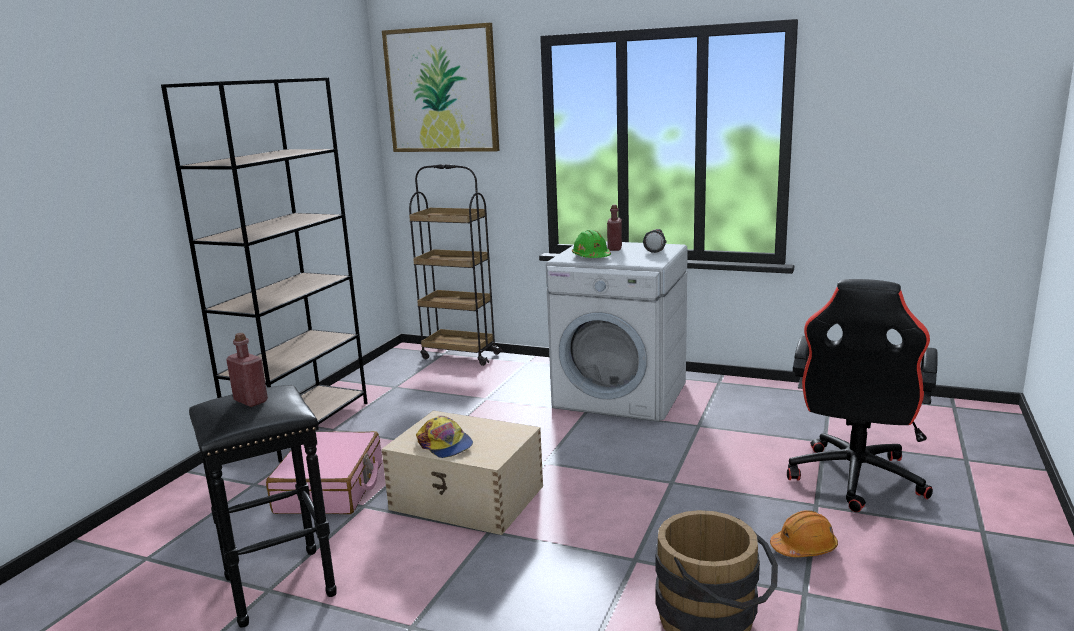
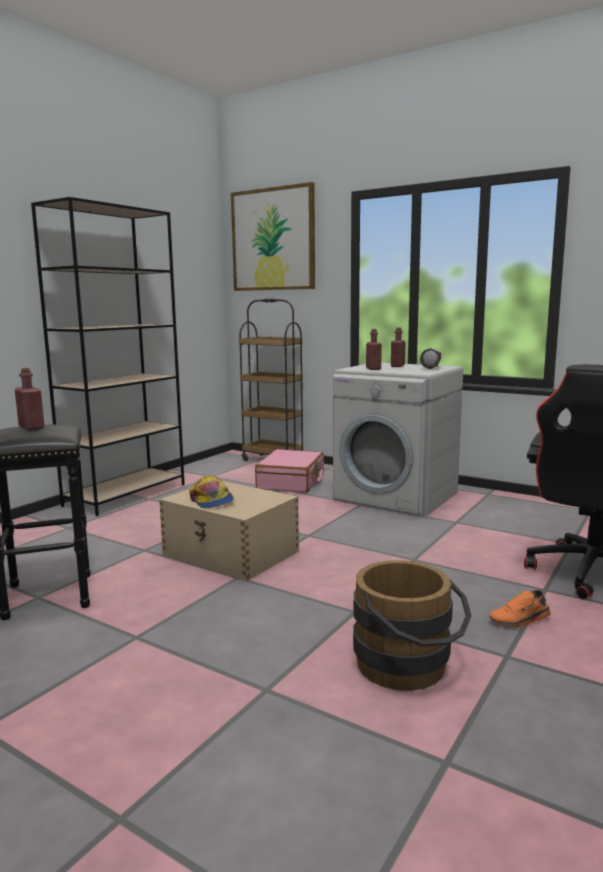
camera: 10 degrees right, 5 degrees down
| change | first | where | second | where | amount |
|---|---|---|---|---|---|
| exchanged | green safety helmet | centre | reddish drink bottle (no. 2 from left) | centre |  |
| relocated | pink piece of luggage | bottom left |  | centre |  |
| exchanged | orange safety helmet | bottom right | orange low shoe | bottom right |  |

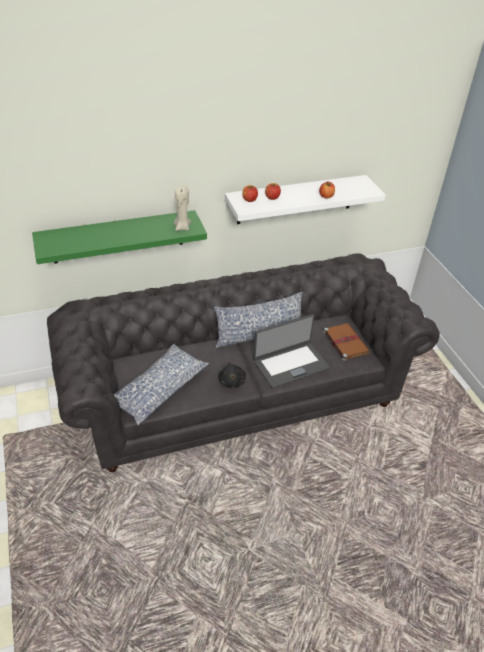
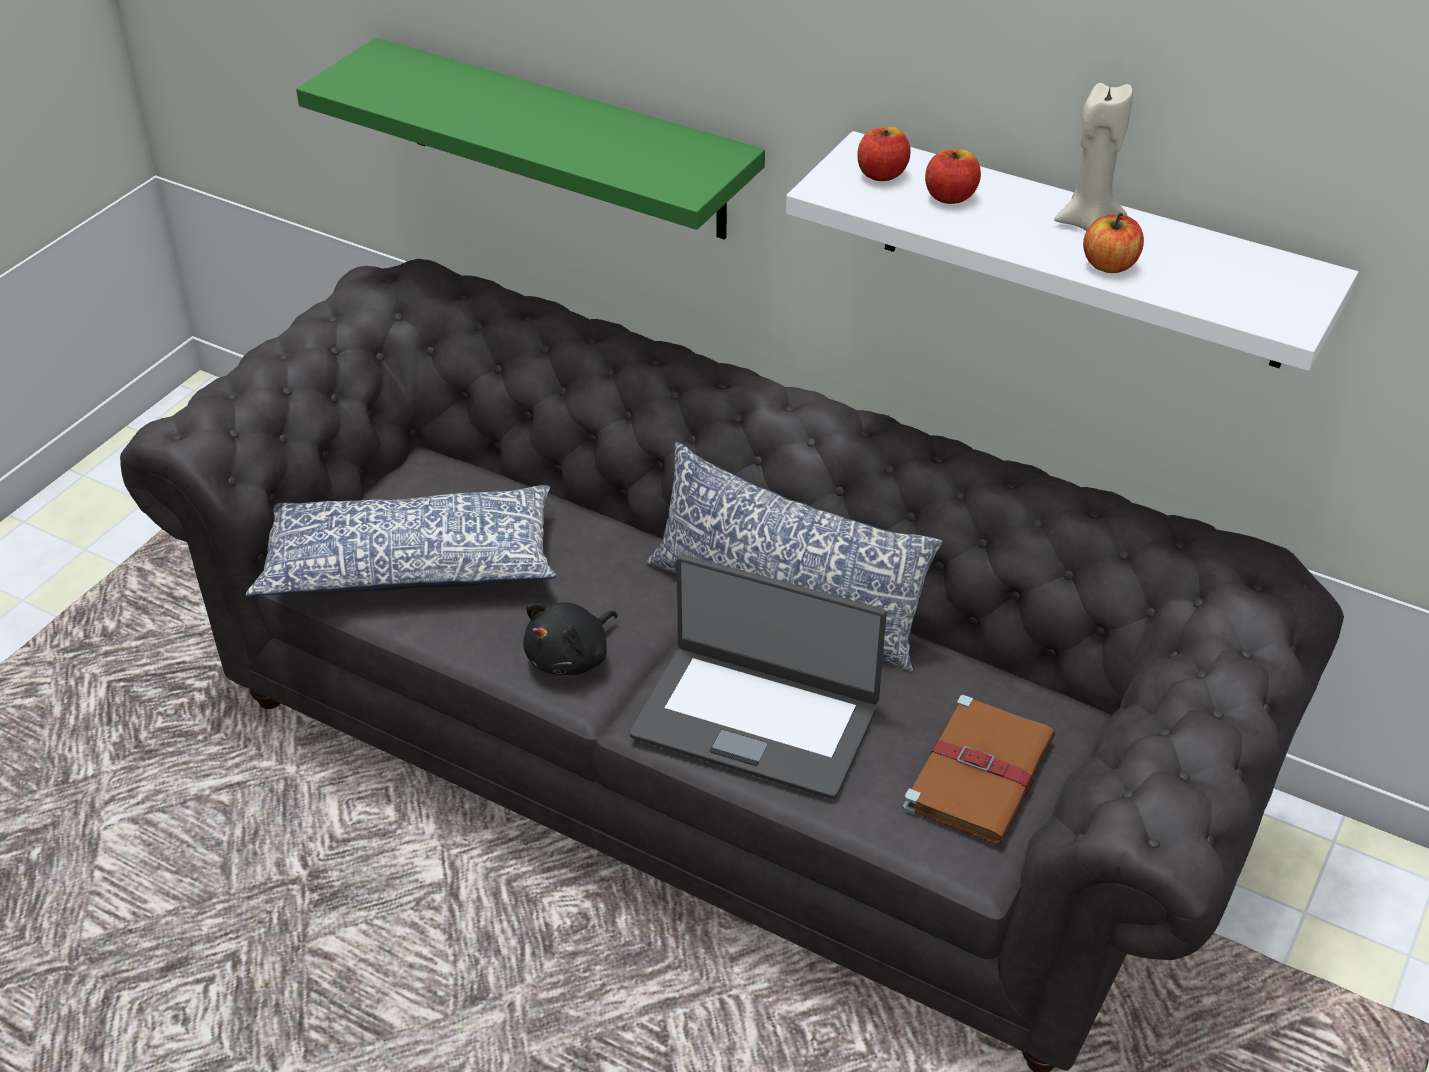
camera: 50 degrees right, 0 degrees up
| change | first | where | second | where | amount |
|---|---|---|---|---|---|
| relocated | beige wax light | top centre |  | top right |  |

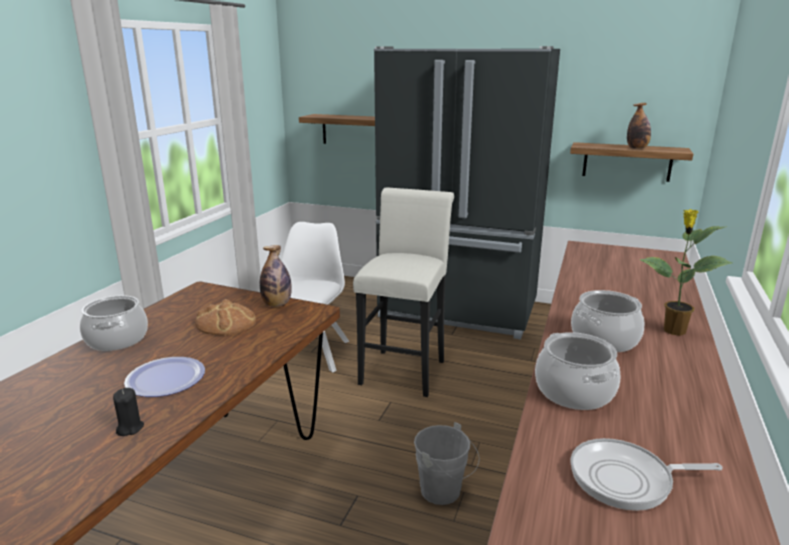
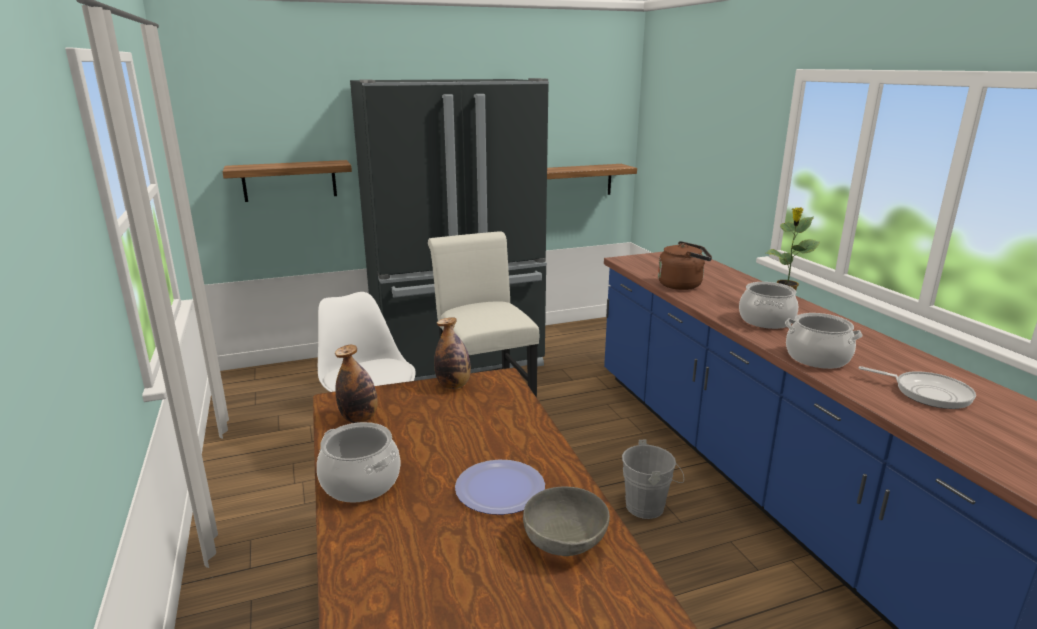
camera: 40 degrees left, 0 degrees up
| change | first | where | second | where | amount |
|---|---|---|---|---|---|
| relocated | drink bottle (no. 2 from left in the first image) | top right | drink bottle (no. 1 from left) | centre |  |
| missing | bakery bread | middle left |  |  |  |
| exchanged | black wax light | bottom left | gray deep dish | bottom centre |  |
| spun | skillet | bottom right |  | middle right | 105 degrees counterclockwise |
| appeared |  |  | brownish tea kettle | centre |  |

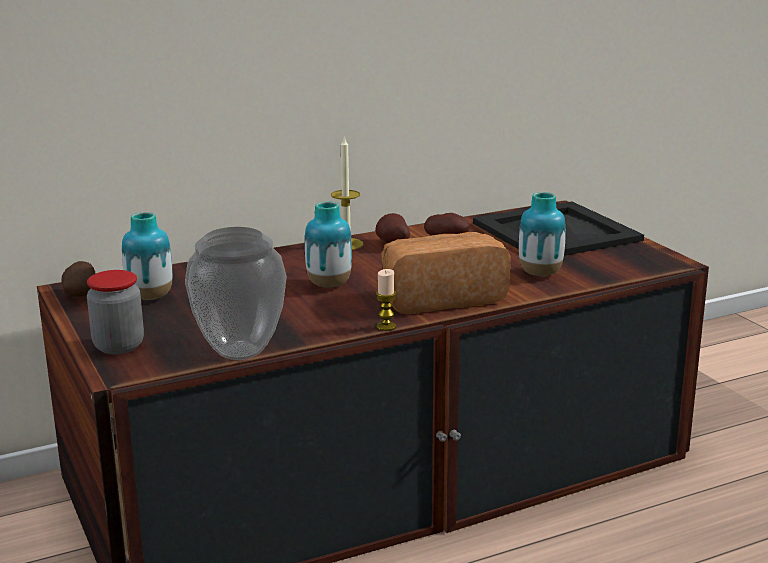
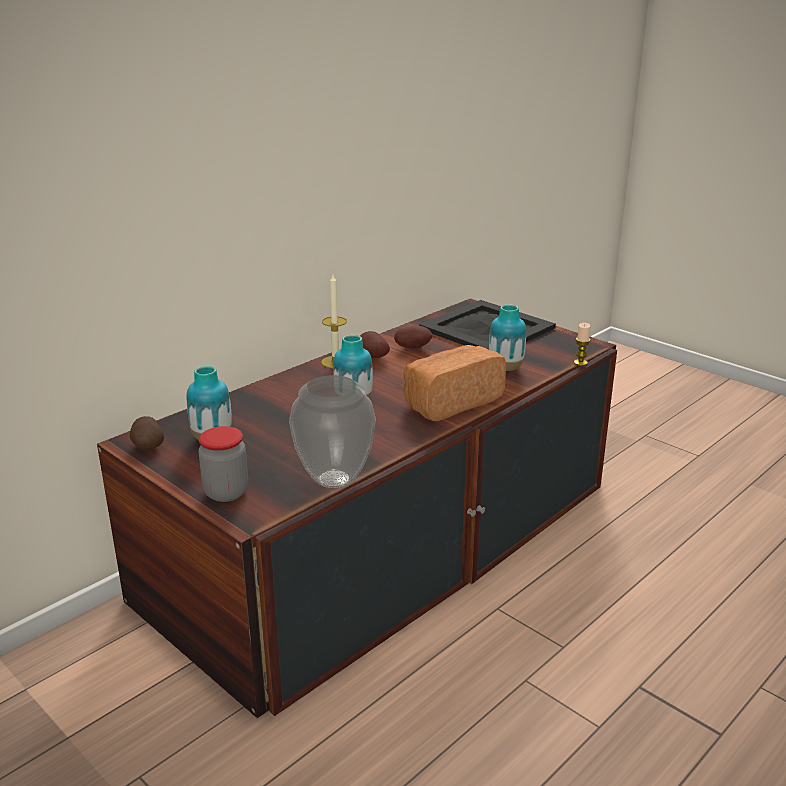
camera: 20 degrees left, 5 degrees up
| change | first | where | second | where | amount |
|---|---|---|---|---|---|
| relocated | wax light (no. 2 from left) | centre |  | middle right |  |

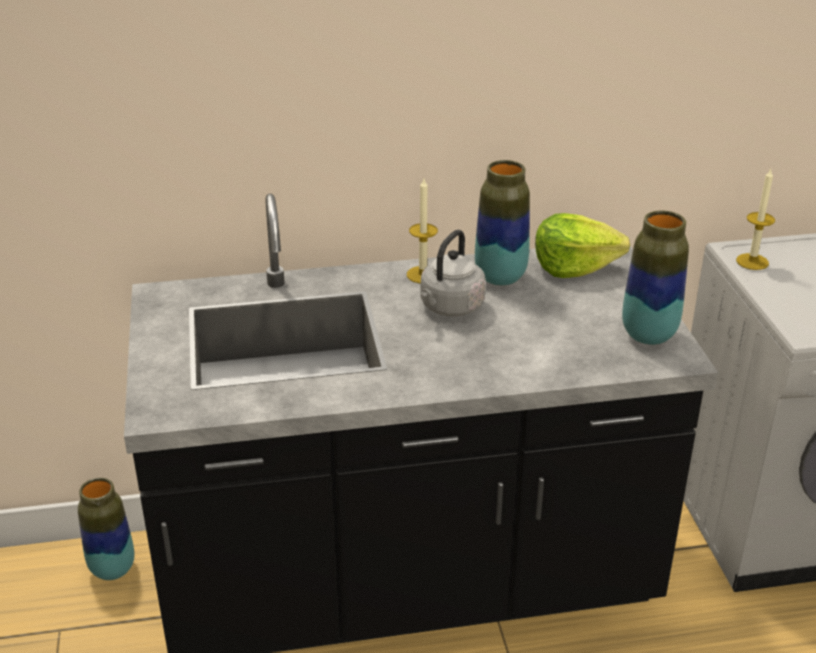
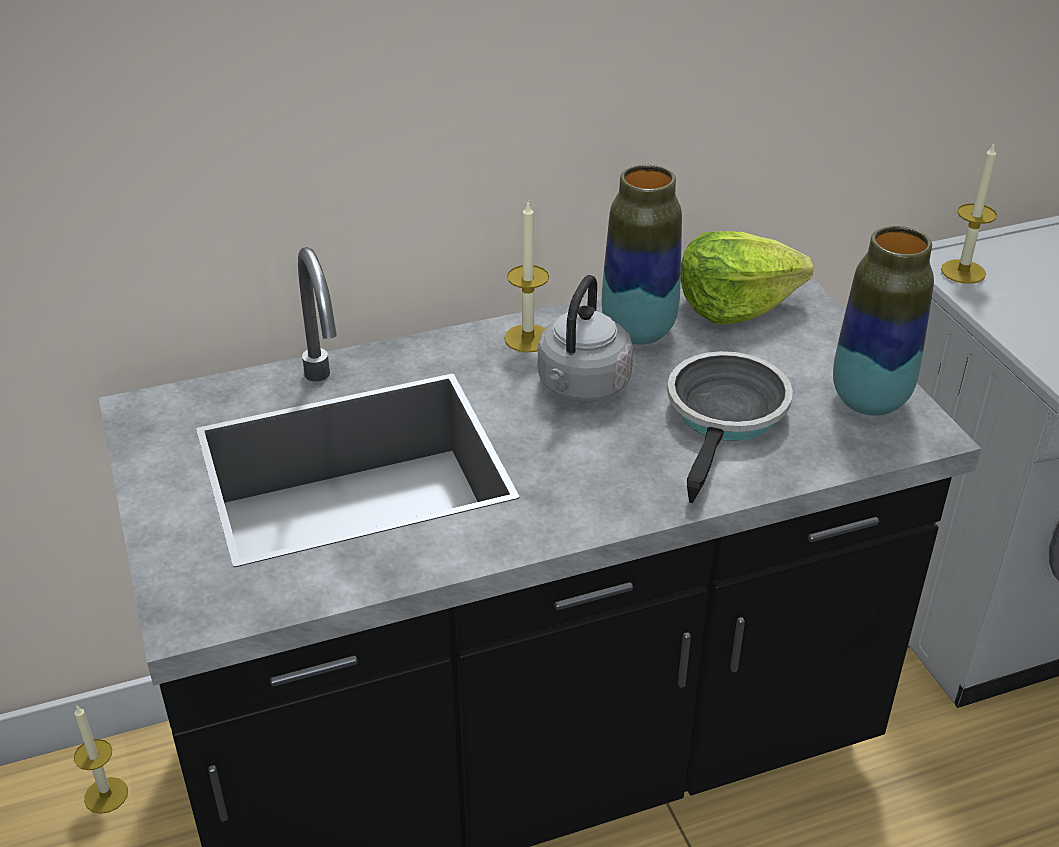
camera: 10 degrees left, 5 degrees up
| change | first | where | second | where | amount |
|---|---|---|---|---|---|
| exchanged | vase (no. 1 from left) | bottom left | wax light (no. 1 from left) | bottom left |  |
| appeared |  |  | skillet | middle right |  |

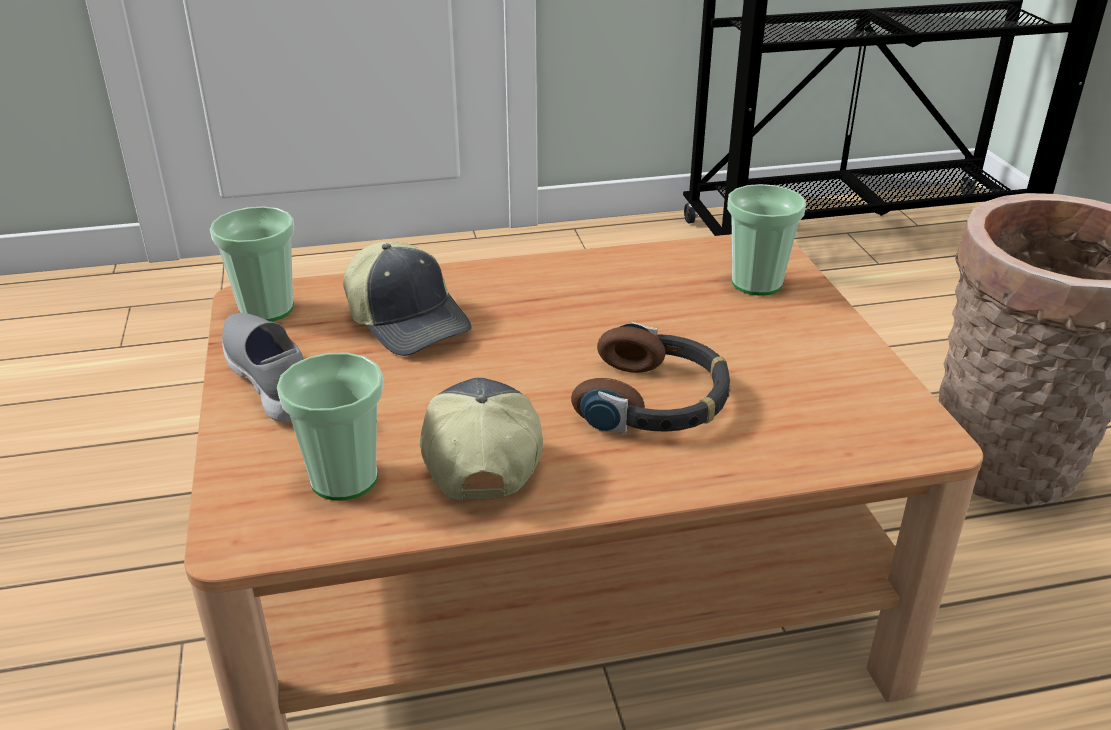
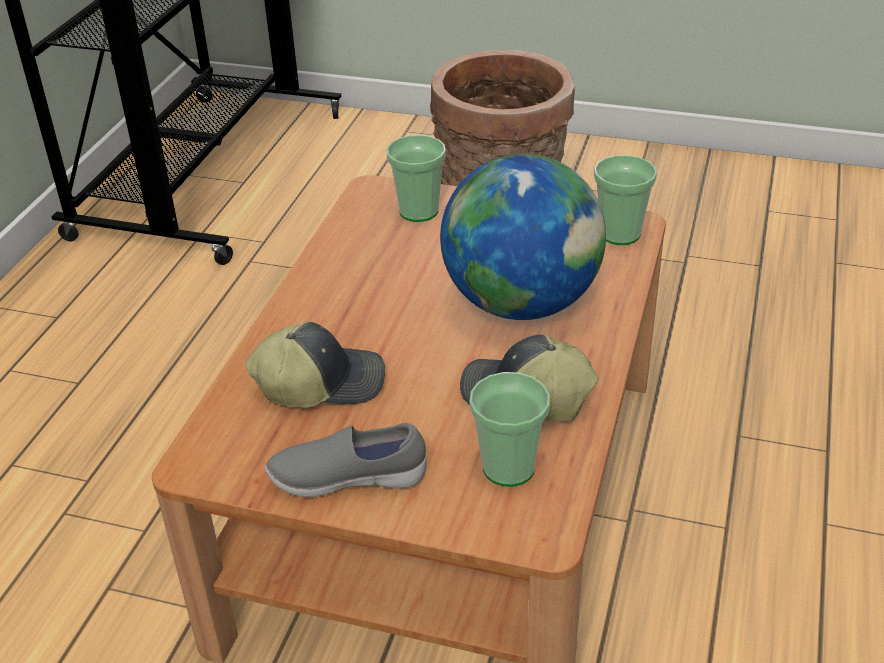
camera: 60 degrees left, 5 degrees up
| change | first | where | second | where | amount |
|---|---|---|---|---|---|
| relocated | small cup (no. 1 from left in the first image) | middle left | small cup (no. 3 from left) | top right |  |
| exchanged | headset | centre | world globe | centre |  |

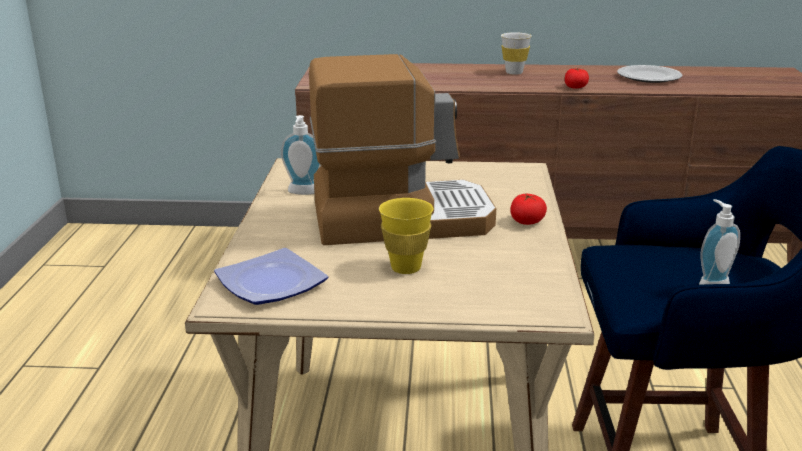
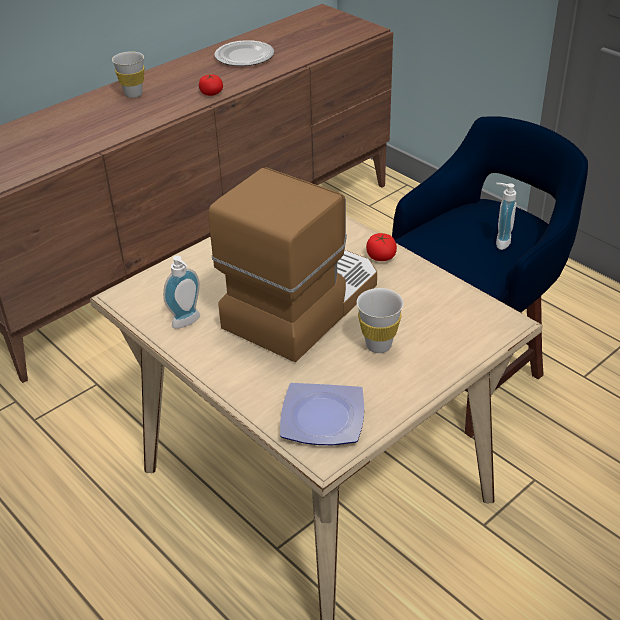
camera: 45 degrees left, 15 degrees up
| change | first | where | second | where | amount |
|---|---|---|---|---|---|
| colour | yellowish small cup | centre | whitish small cup (no. 2 from left) | centre |  |

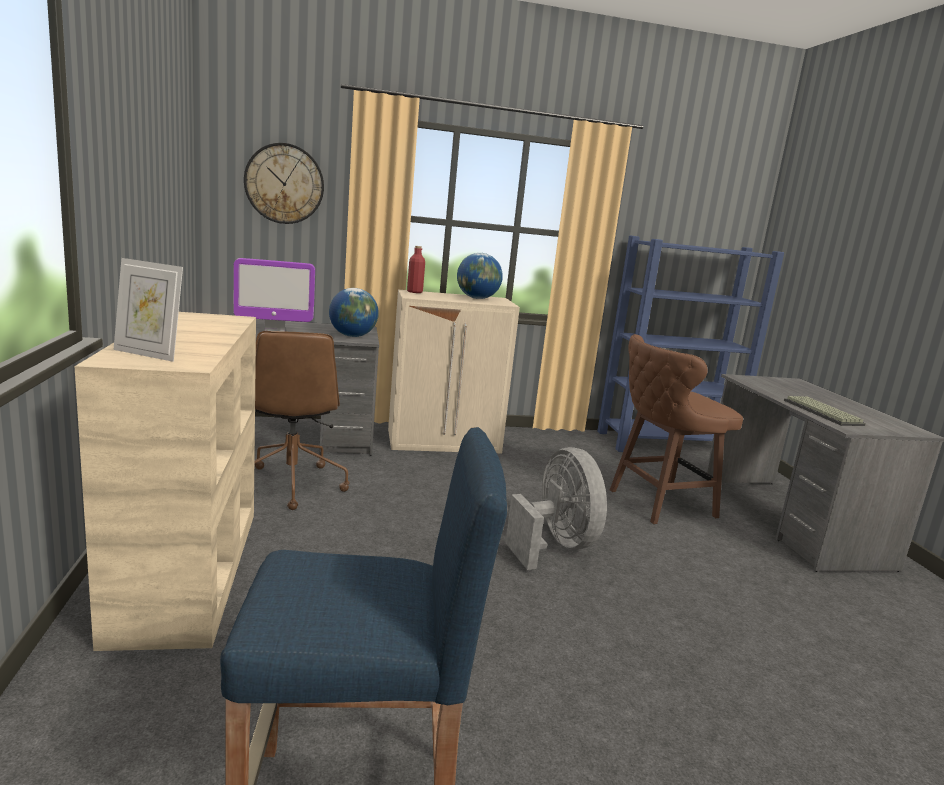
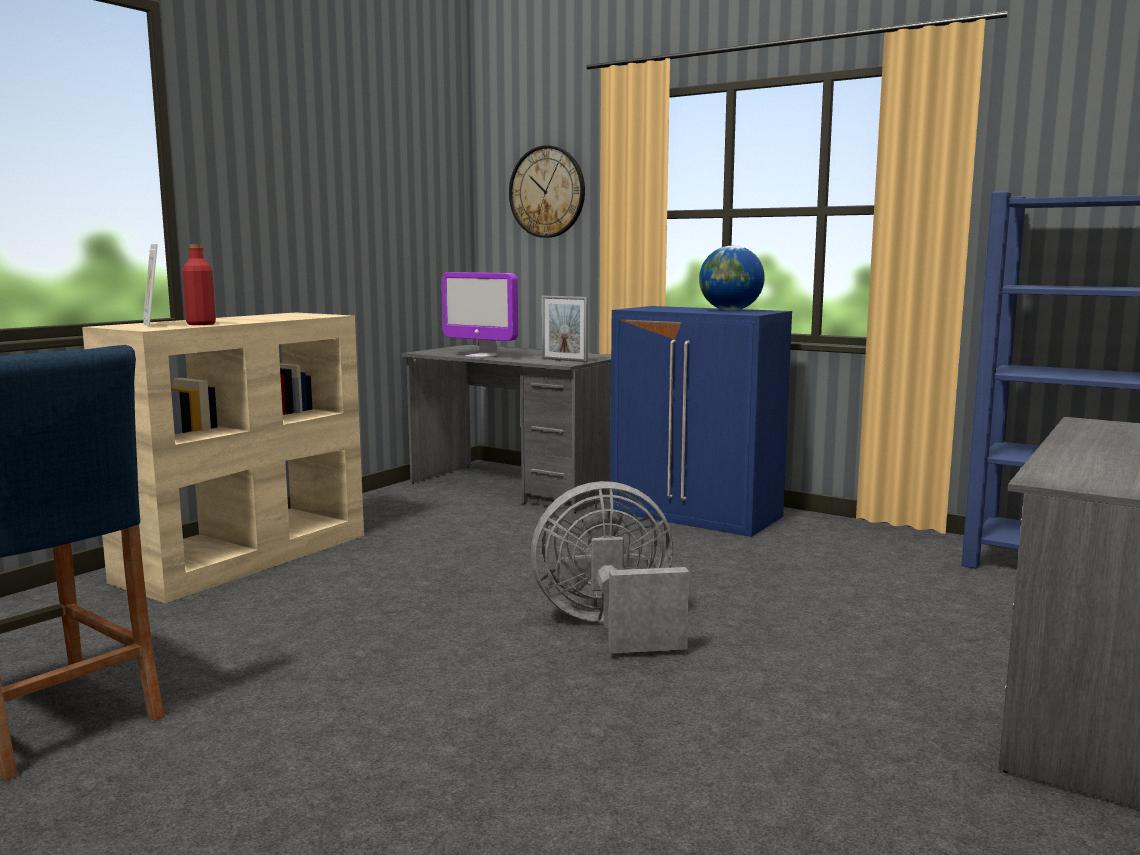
camera: 45 degrees right, 5 degrees down
| change | first | where | second | where | amount |
|---|---|---|---|---|---|
| relocated | reddish drink bottle | centre |  | top left |  |
| exchanged | world globe (no. 1 from left) | centre | picture frame (no. 2 from left) | centre |  |
| colour | beige cabinet | centre | blue cabinet | centre |  |
| missing | brownish desk chair | middle left |  |  |  |
| missing | brownish stool seat | middle right |  |  |  |
| missing | computer keyboard | middle right |  |  |  |
| spun | gray electric fan | centre |  | centre | 120 degrees counterclockwise |

